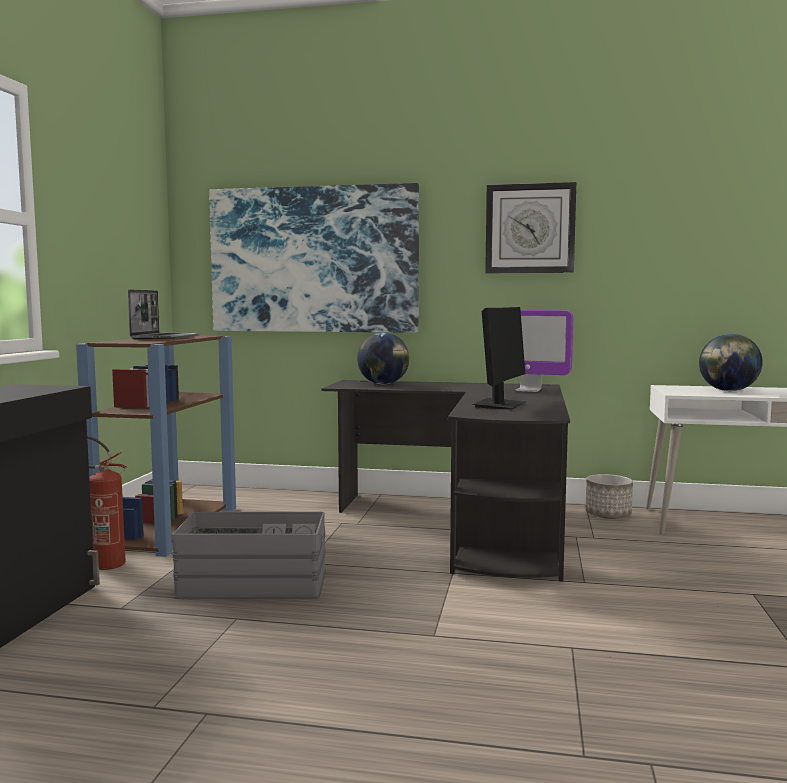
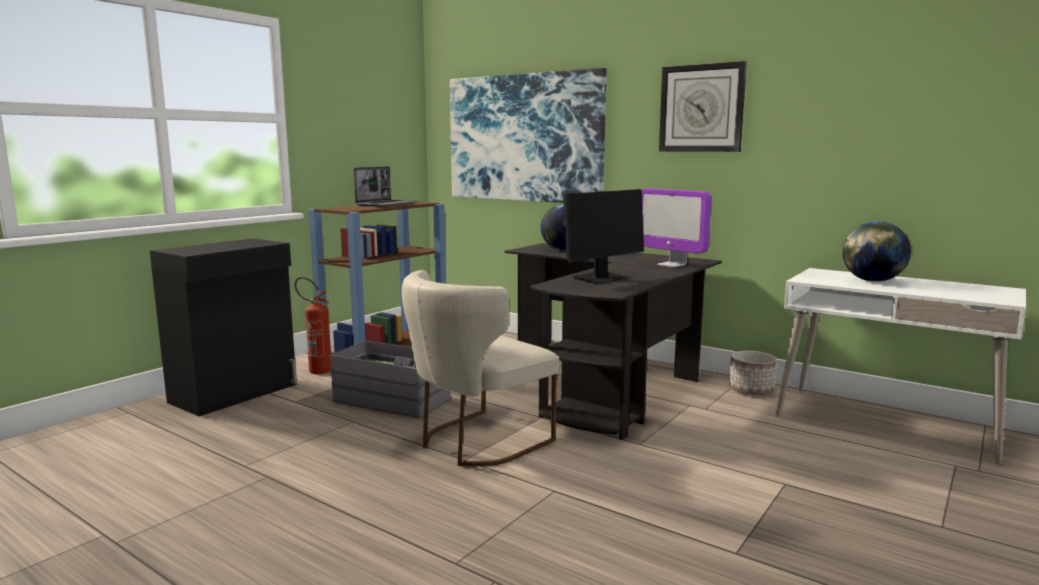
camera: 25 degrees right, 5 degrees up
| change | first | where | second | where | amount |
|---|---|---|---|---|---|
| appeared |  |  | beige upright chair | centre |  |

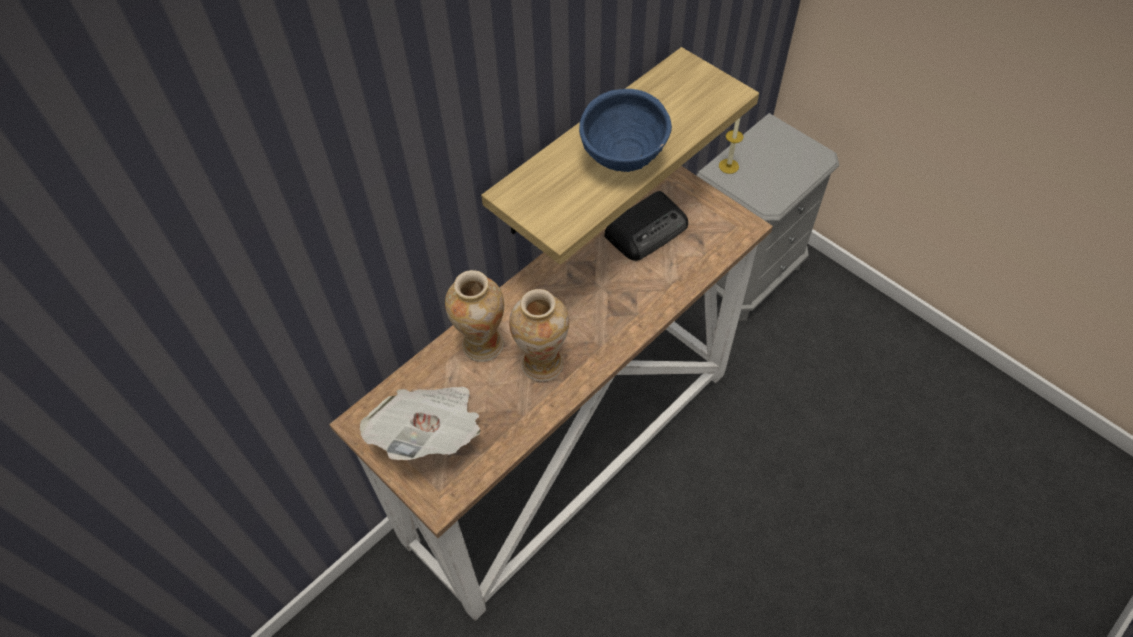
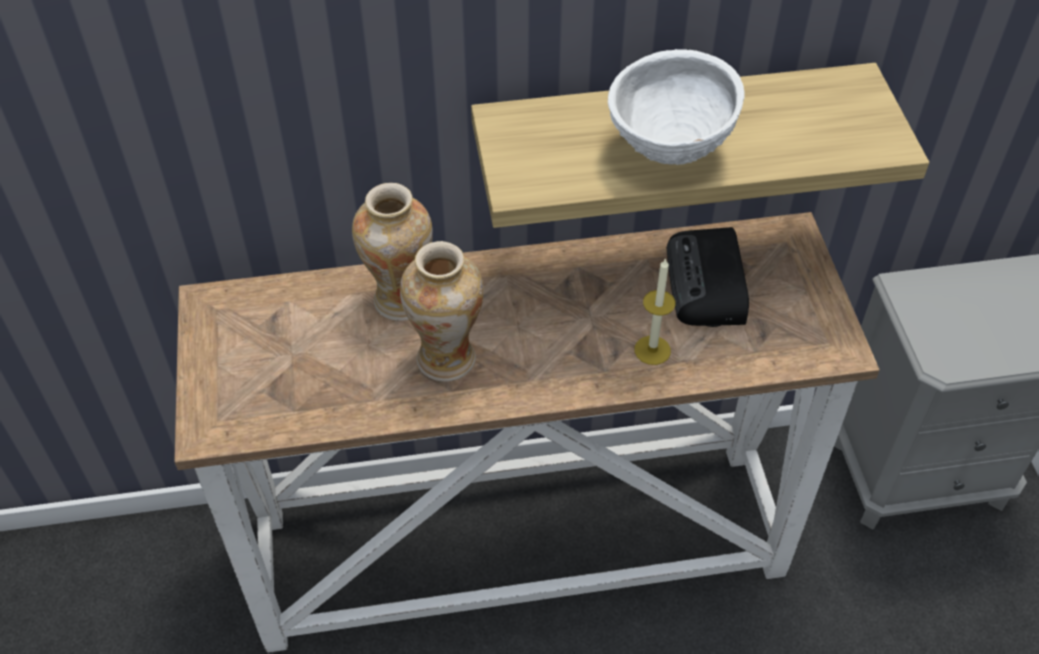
camera: 35 degrees right, 5 degrees down
| change | first | where | second | where | amount |
|---|---|---|---|---|---|
| colour | blue deep dish | top centre | whitish deep dish | top centre |  |
| relocated | wax light | top centre |  | centre |  |
| spun | radio receiver | centre |  | middle right | 90 degrees clockwise |
| missing | newspaper | centre |  |  |  |

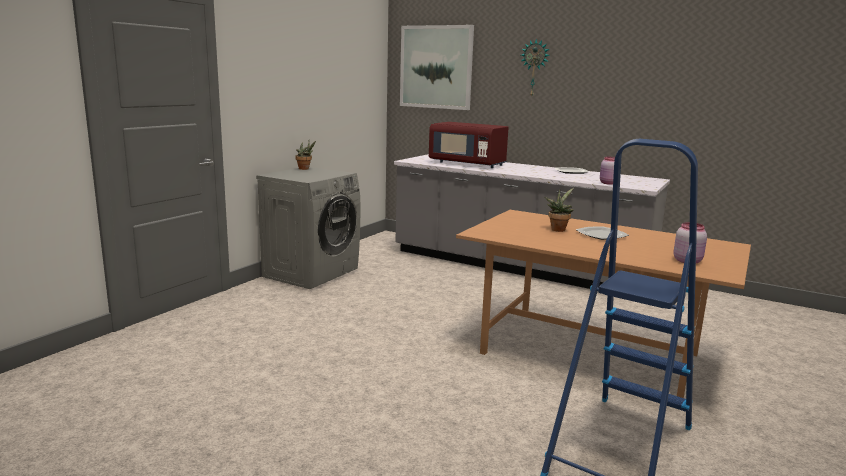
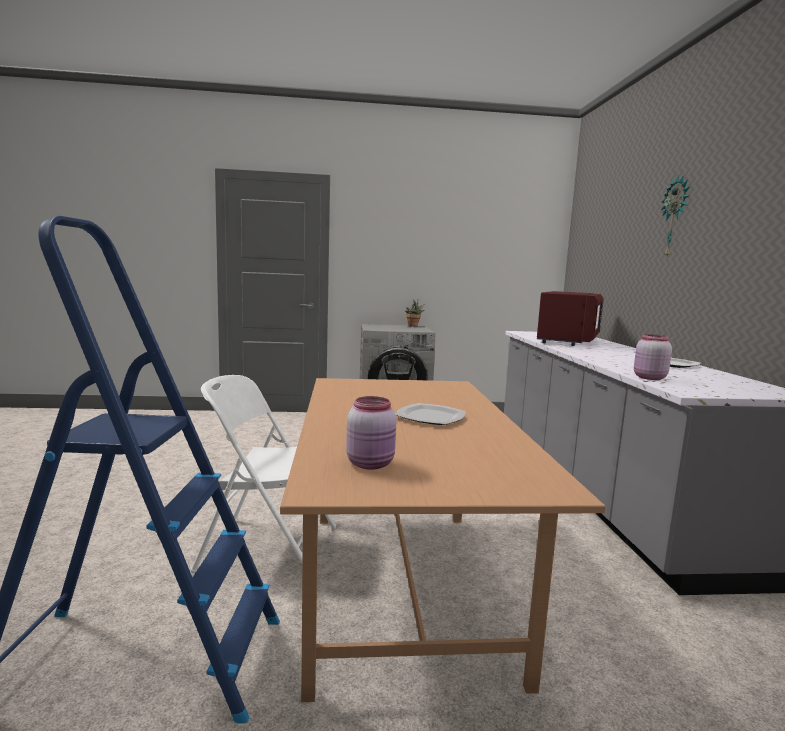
camera: 55 degrees right, 5 degrees down
| change | first | where | second | where | amount |
|---|---|---|---|---|---|
| missing | picture | top centre |  |  |  |
| spun | reddish microwave oven | top centre |  | middle right | 150 degrees counterclockwise |
| missing | plant in a pot (no. 2 from left) | centre |  |  |  |
| appeared |  |  | whitish upright chair | centre |  |

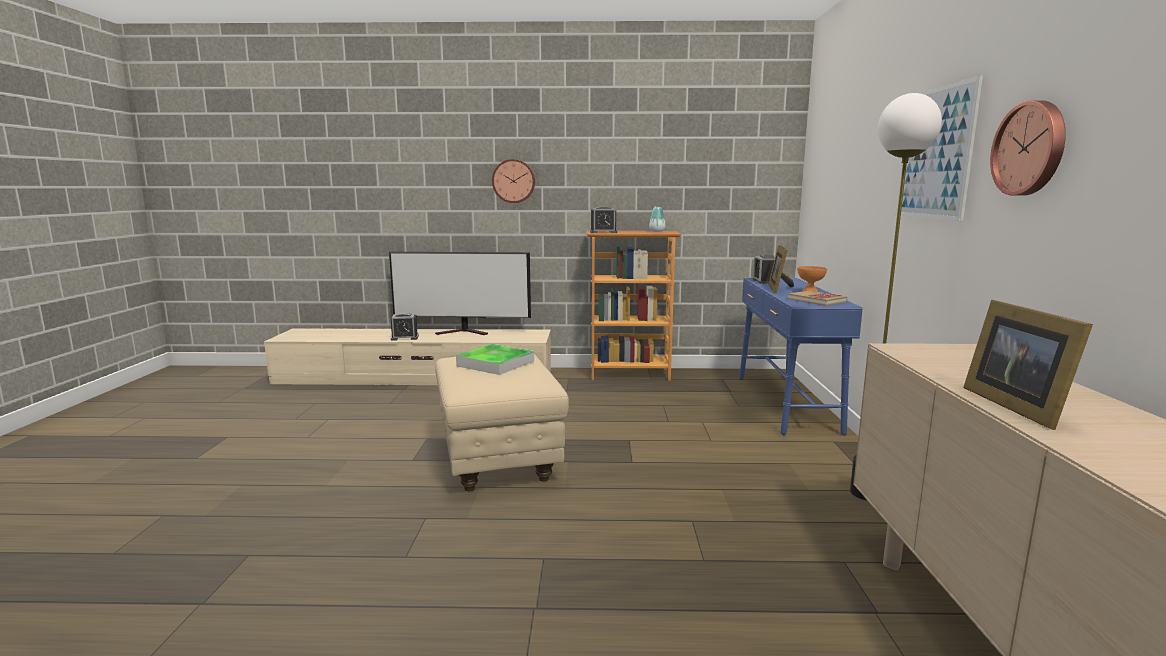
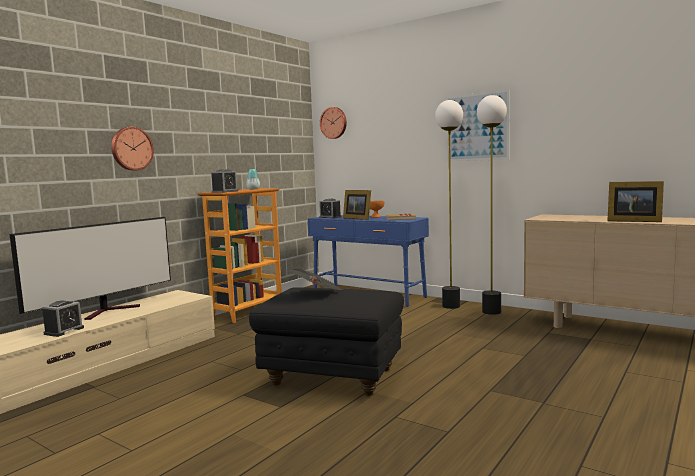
camera: 55 degrees left, 5 degrees down
| change | first | where | second | where | amount |
|---|---|---|---|---|---|
| relocated | hanging clock (no. 2 from left) | top right |  | top centre |  |
| exchanged | serving tray | centre | newspaper | centre |  |
| colour | beige ottoman | centre | black ottoman | bottom centre |  |
| appeared |  |  | standard lamp (no. 1 from left) | centre |  |

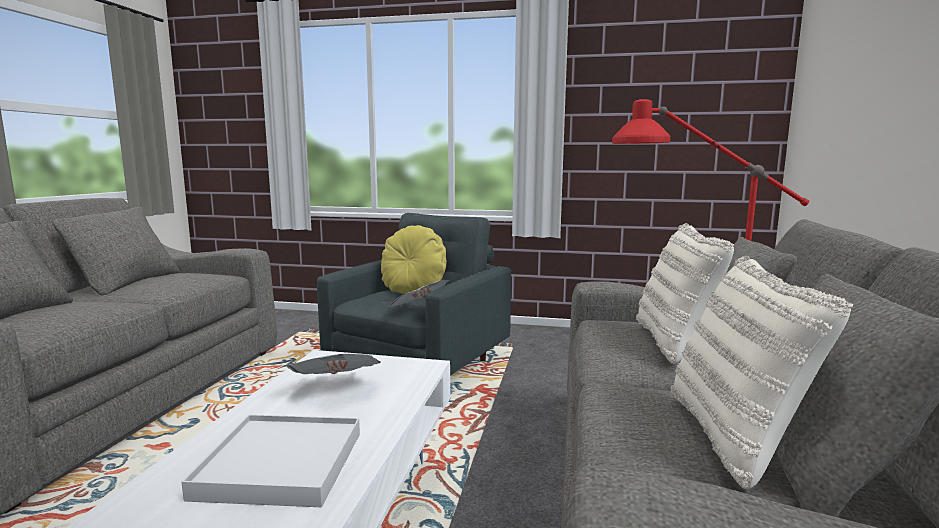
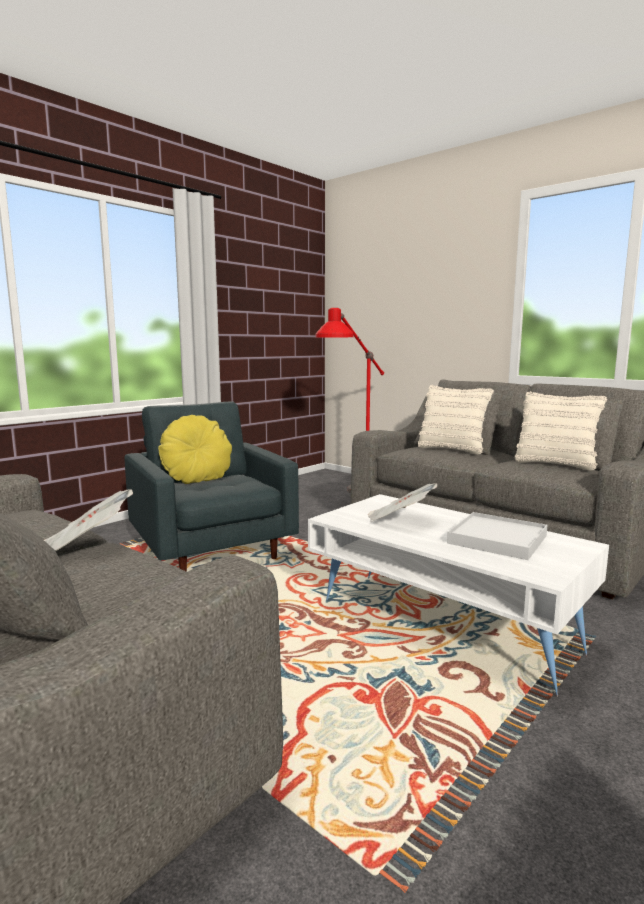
camera: 60 degrees left, 0 degrees up
| change | first | where | second | where | amount |
|---|---|---|---|---|---|
| relocated | newspaper (no. 2 from left in the first image) | centre | newspaper (no. 1 from left) | middle left |  |

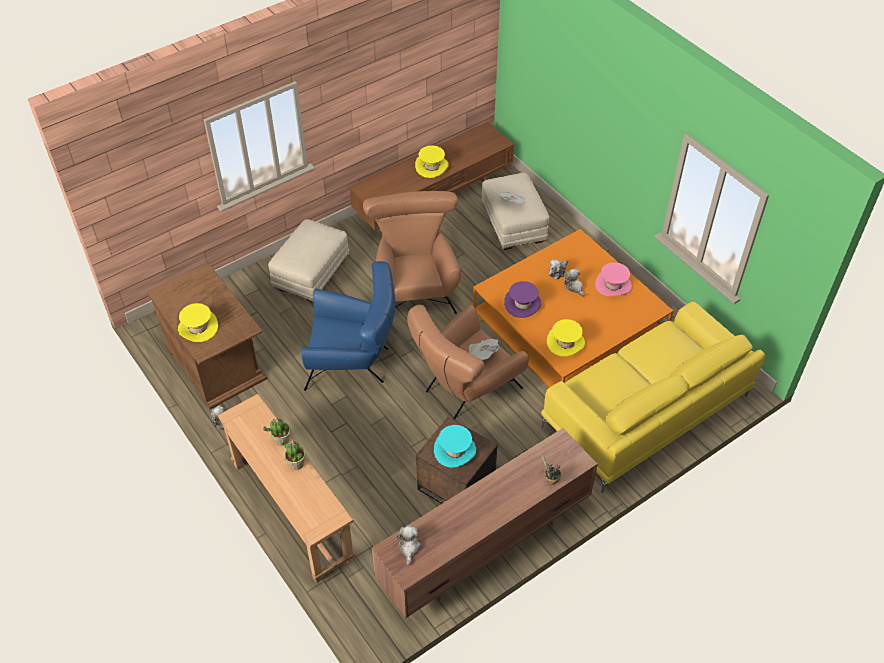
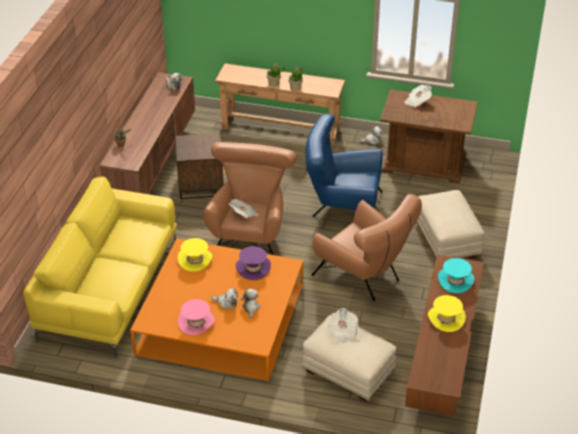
camera: 140 degrees right, 10 degrees down
| change | first | where | second | where | amount |
|---|---|---|---|---|---|
| spun | blue lounge chair | centre |  | centre | 45 degrees clockwise |
| exchanged | yellowish wearable hat (no. 1 from left) | middle left | newspaper (no. 3 from left) | top right |  |
| relocated | turquoise wearable hat | bottom centre |  | middle right |  |

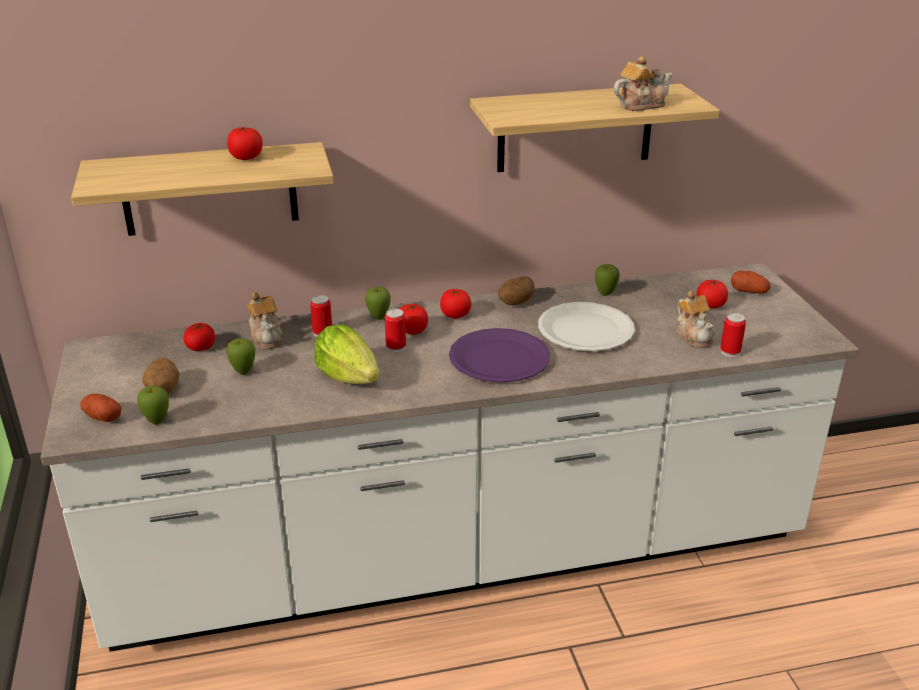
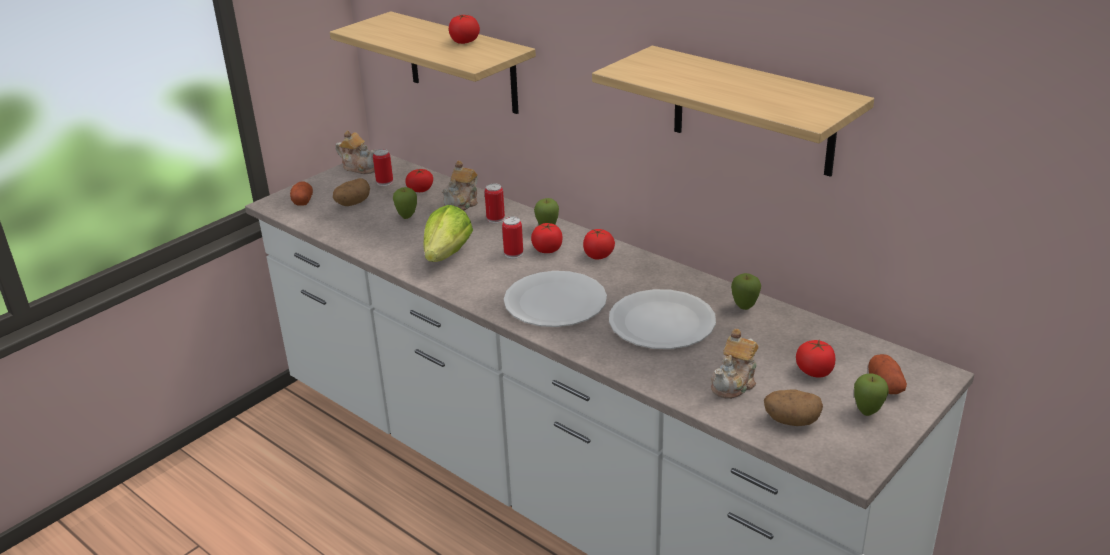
camera: 55 degrees right, 0 degrees up
| change | first | where | second | where | amount |
|---|---|---|---|---|---|
| relocated | pot for tea (no. 2 from left in the first image) | top right | pot for tea (no. 1 from left) | top left |  |
| relocated | whole potato (no. 3 from left) | centre |  | bottom right |  |
| relocated | metal can (no. 3 from left in the first image) | middle right | metal can (no. 1 from left) | top centre |  |
| colour | purple-coloured dinner plate | centre | whitish dinner plate (no. 1 from left) | centre |  |
| relocated | apple (no. 1 from left in the first image) | middle left | apple (no. 4 from left) | bottom right |  |

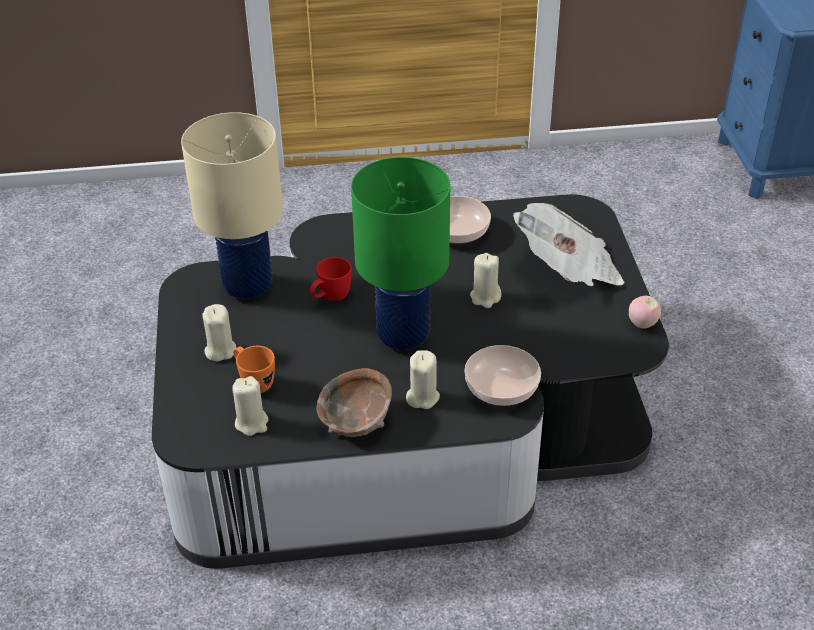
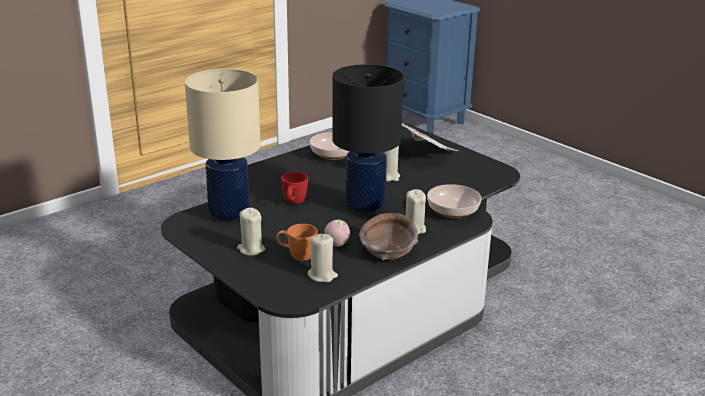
camera: 35 degrees left, 15 degrees down
| change | first | where | second | where | amount |
|---|---|---|---|---|---|
| colour | green lamp for a table | centre | black lamp for a table | centre |  |
| relocated | apple | middle right |  | centre |  |

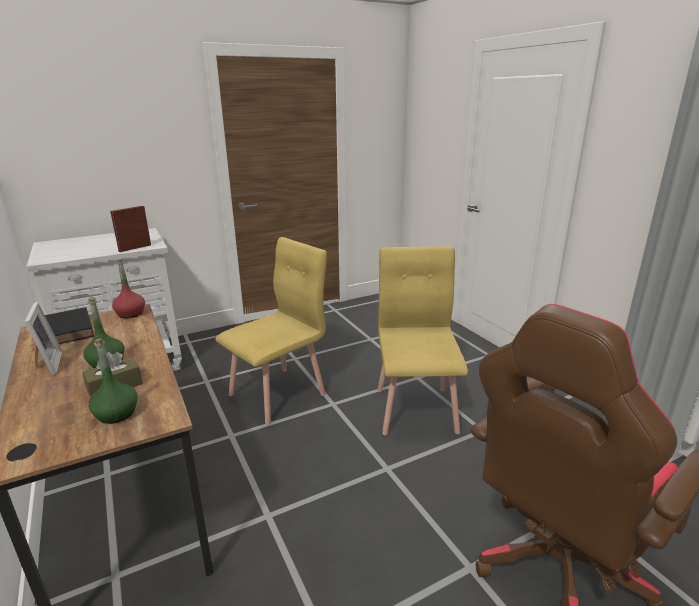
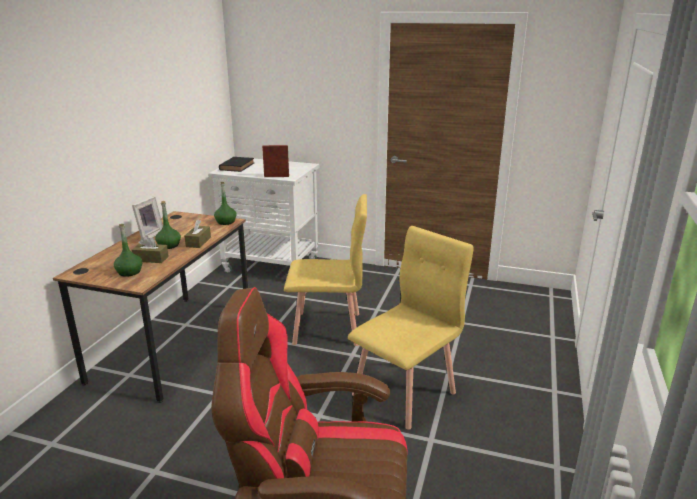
camera: 45 degrees right, 0 degrees up
| change | first | where | second | where | amount |
|---|---|---|---|---|---|
| colour | reddish drink bottle | middle left | green drink bottle (no. 3 from left) | middle left |  |
| relocated | black bound book | middle left |  | top centre |  |
| appeared |  |  | brownish box of tissues (no. 2 from left) | middle left |  |

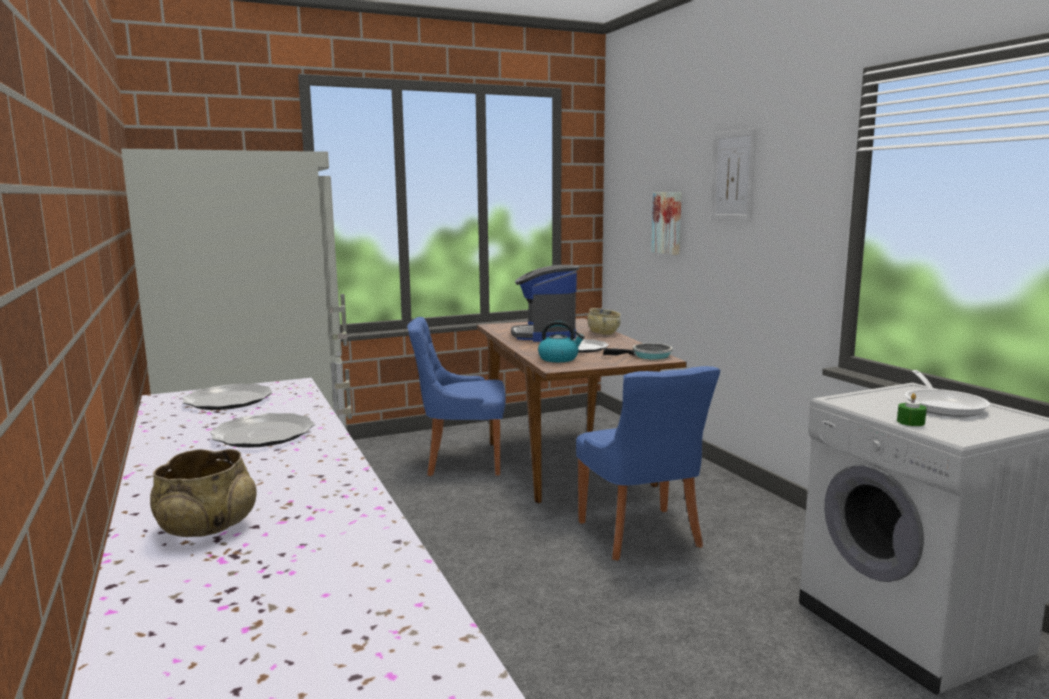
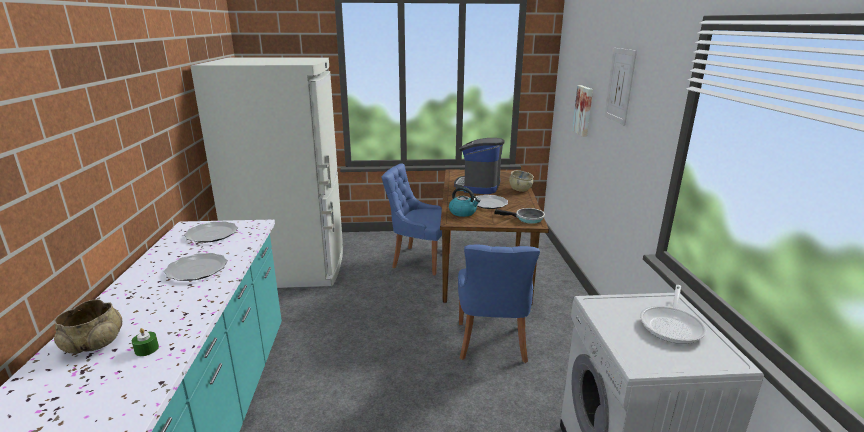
camera: 20 degrees right, 10 degrees up
| change | first | where | second | where | amount |
|---|---|---|---|---|---|
| relocated | green wax light | middle right |  | bottom left |  |

